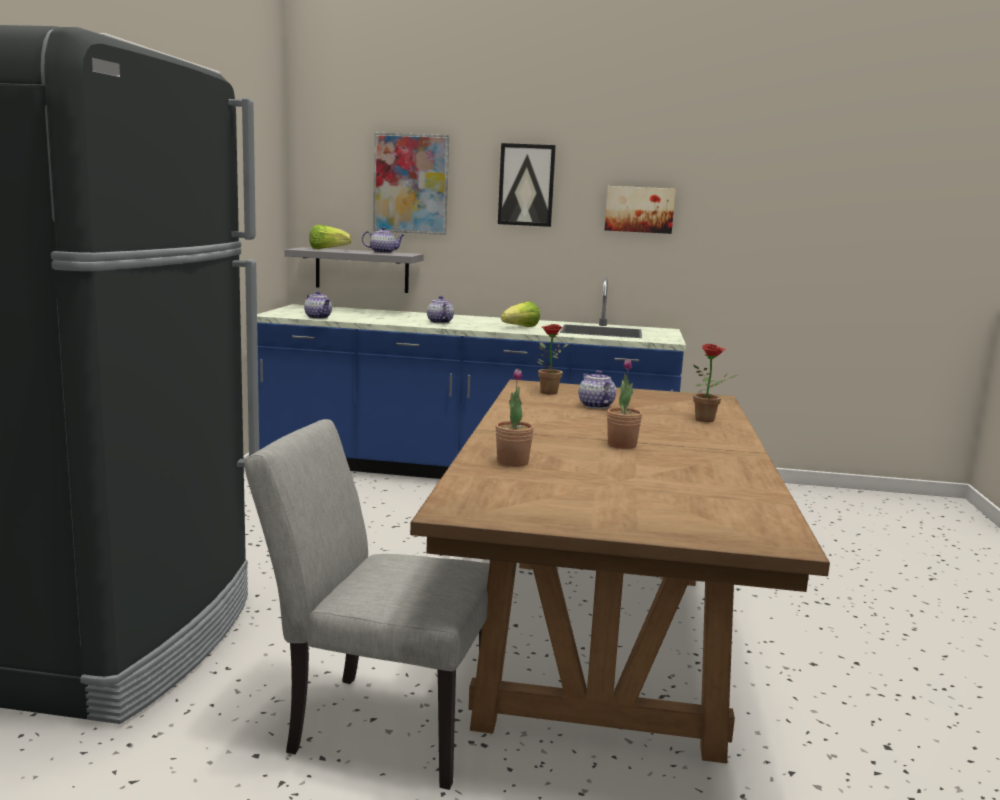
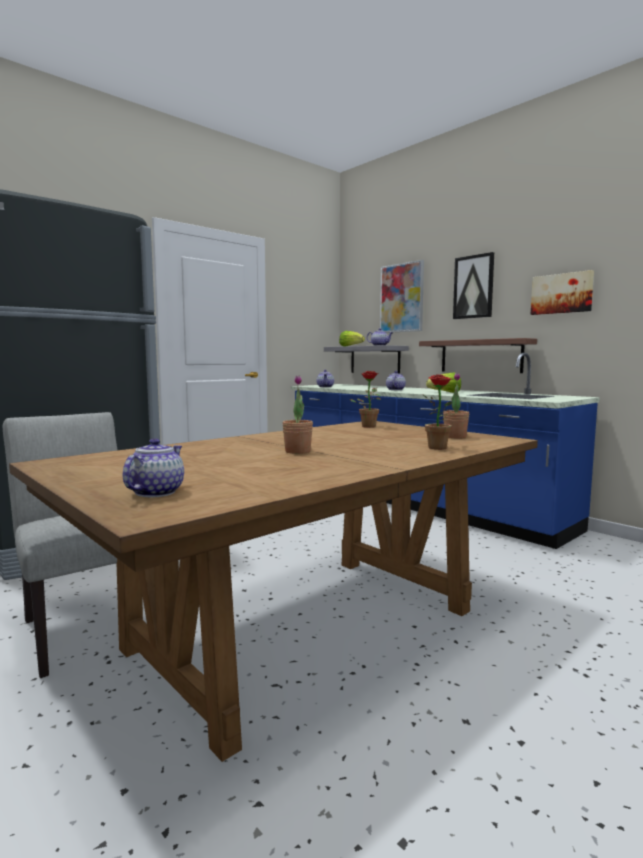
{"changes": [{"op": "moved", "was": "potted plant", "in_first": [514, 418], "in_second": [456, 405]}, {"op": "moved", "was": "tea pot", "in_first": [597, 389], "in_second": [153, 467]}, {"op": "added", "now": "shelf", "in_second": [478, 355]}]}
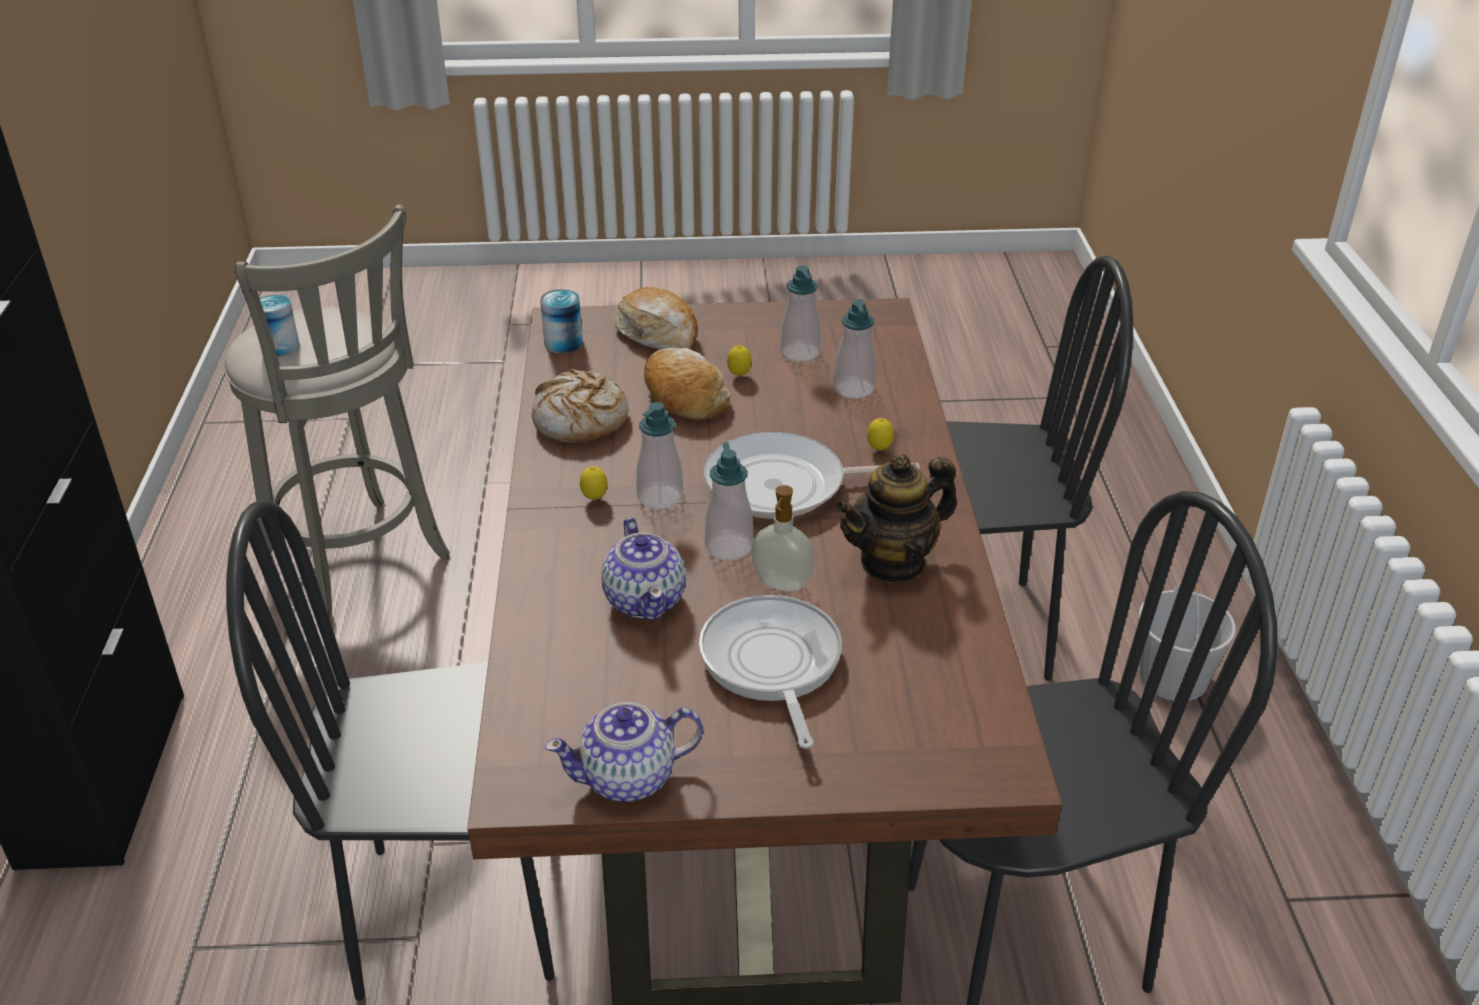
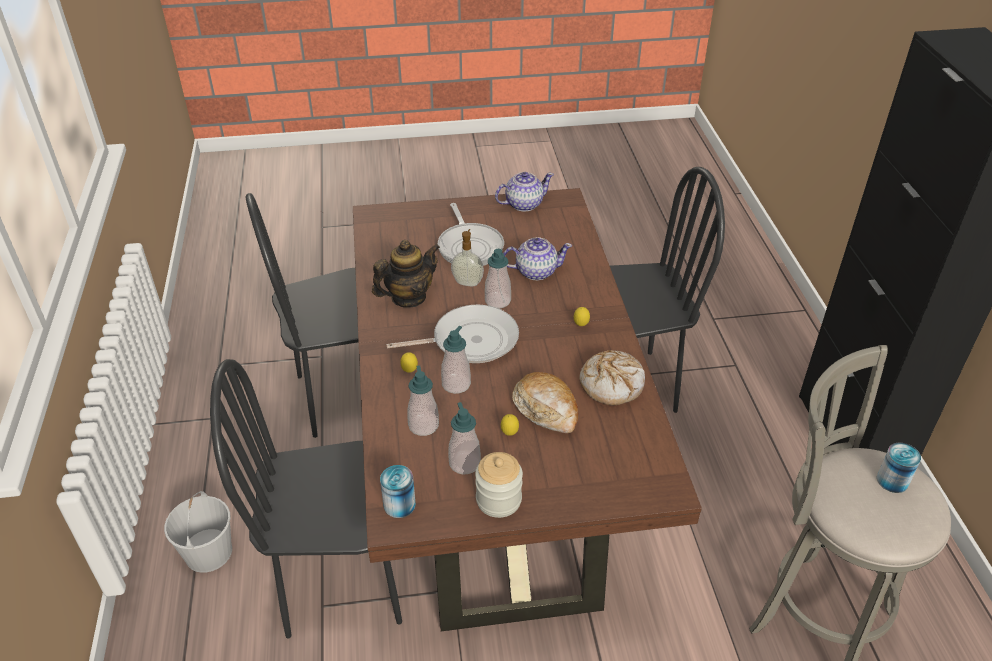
{"changes": [{"op": "moved", "was": "can", "in_first": [561, 321], "in_second": [398, 491]}, {"op": "turned", "was": "tea pot", "in_first": [644, 569], "in_second": [537, 258], "clockwise": 105}, {"op": "removed", "was": "bread", "in_first": [655, 318]}, {"op": "moved", "was": "soap bottle", "in_first": [659, 455], "in_second": [456, 360]}, {"op": "added", "now": "preserve jar", "in_second": [499, 485]}]}
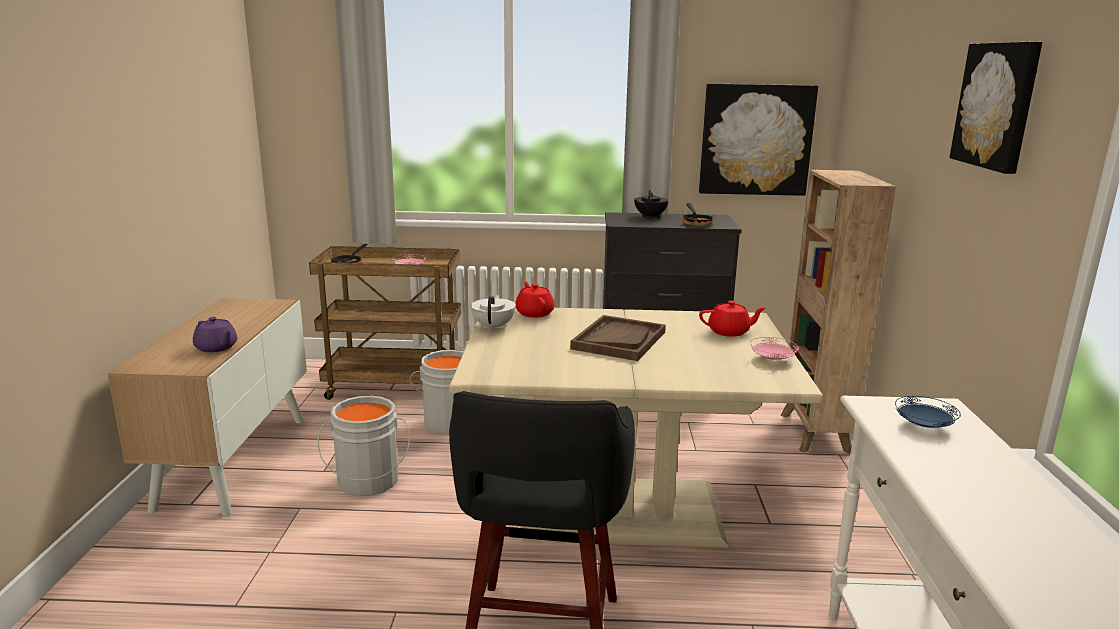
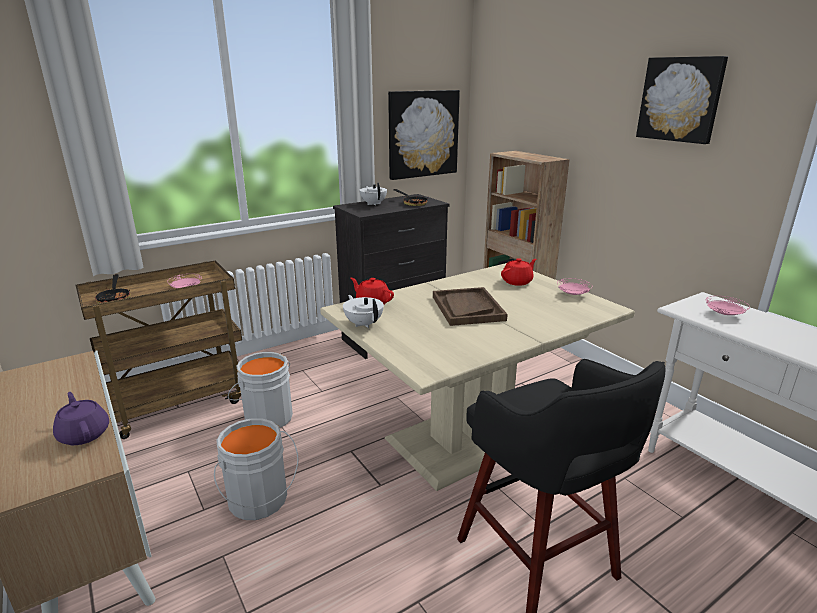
{"changes": [{"op": "turned", "was": "purple tea pot", "in_first": [215, 335], "in_second": [81, 418], "clockwise": -135}, {"op": "recoloured", "was": "black tea pot", "now": "white tea pot", "in_first": [651, 204], "in_second": [373, 194]}, {"op": "recoloured", "was": "blue-coloured dinner plate", "now": "pink-coloured dinner plate", "in_first": [928, 412], "in_second": [728, 305]}]}
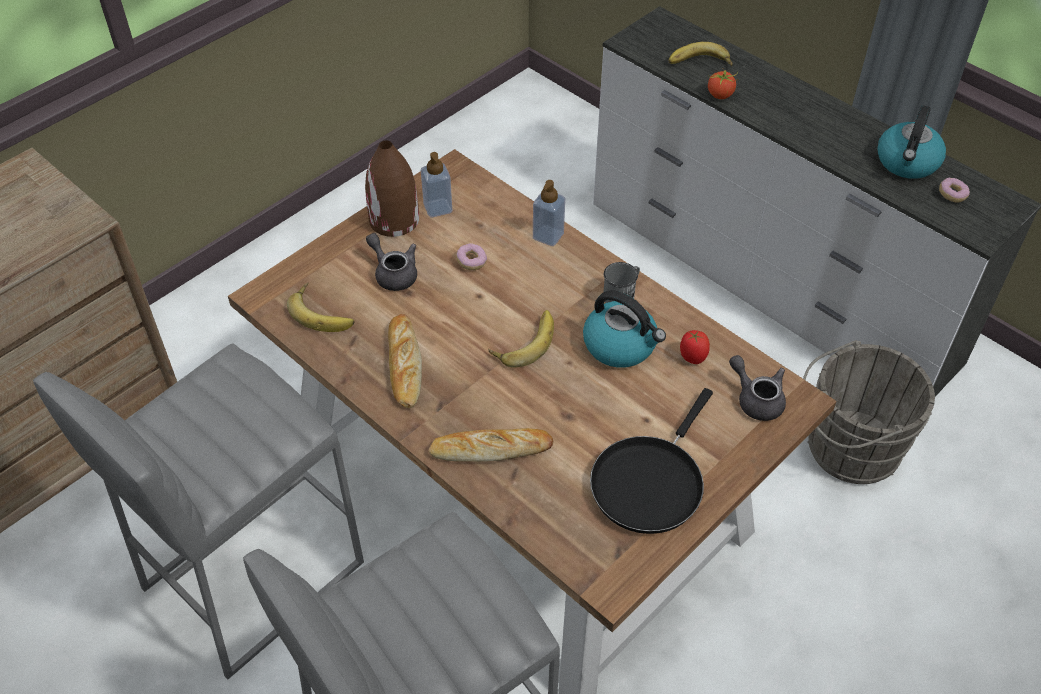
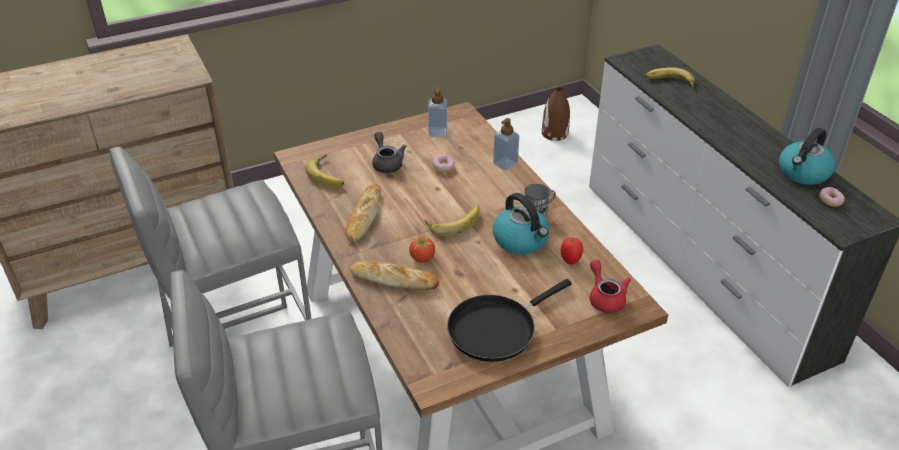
{"changes": [{"op": "moved", "was": "brown vase", "in_first": [392, 189], "in_second": [556, 114]}, {"op": "moved", "was": "tomato", "in_first": [723, 84], "in_second": [422, 249]}, {"op": "recoloured", "was": "gray tea pot", "now": "red tea pot", "in_first": [757, 388], "in_second": [610, 286]}, {"op": "removed", "was": "gray bucket", "in_first": [869, 412]}]}
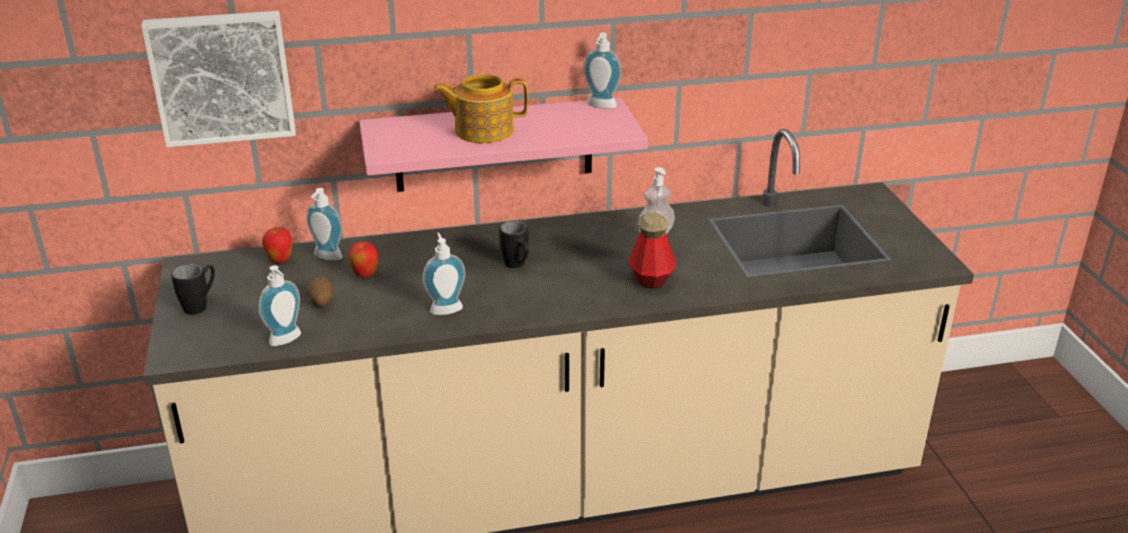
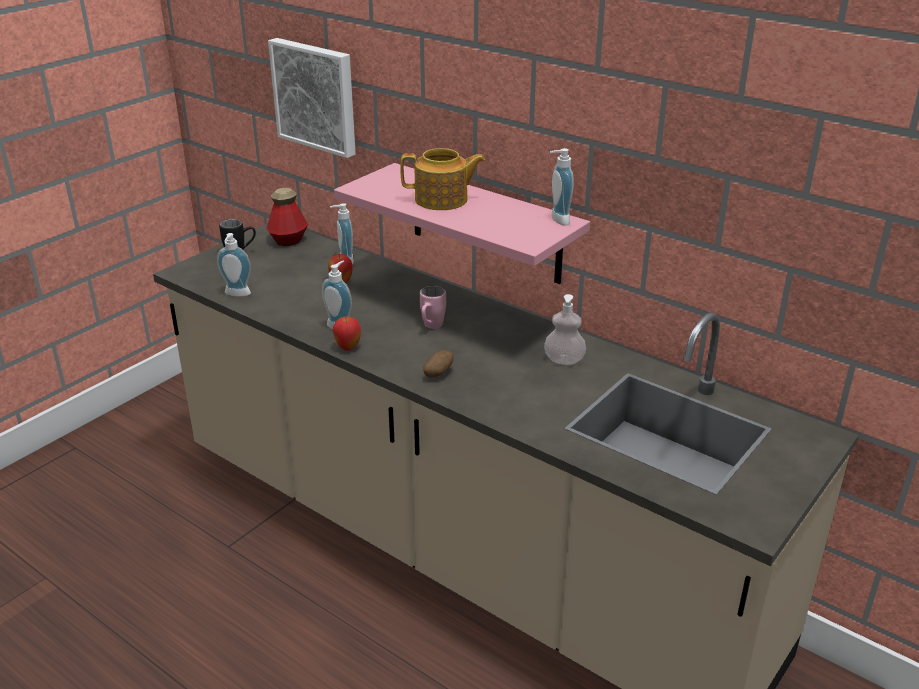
{"changes": [{"op": "moved", "was": "apple", "in_first": [277, 245], "in_second": [347, 334]}, {"op": "moved", "was": "potato", "in_first": [320, 292], "in_second": [438, 364]}, {"op": "turned", "was": "tea pot", "in_first": [480, 108], "in_second": [442, 179], "clockwise": 135}, {"op": "recoloured", "was": "black tea mug", "now": "pink-coloured tea mug", "in_first": [514, 244], "in_second": [433, 307]}, {"op": "moved", "was": "bottle", "in_first": [652, 250], "in_second": [287, 217]}]}
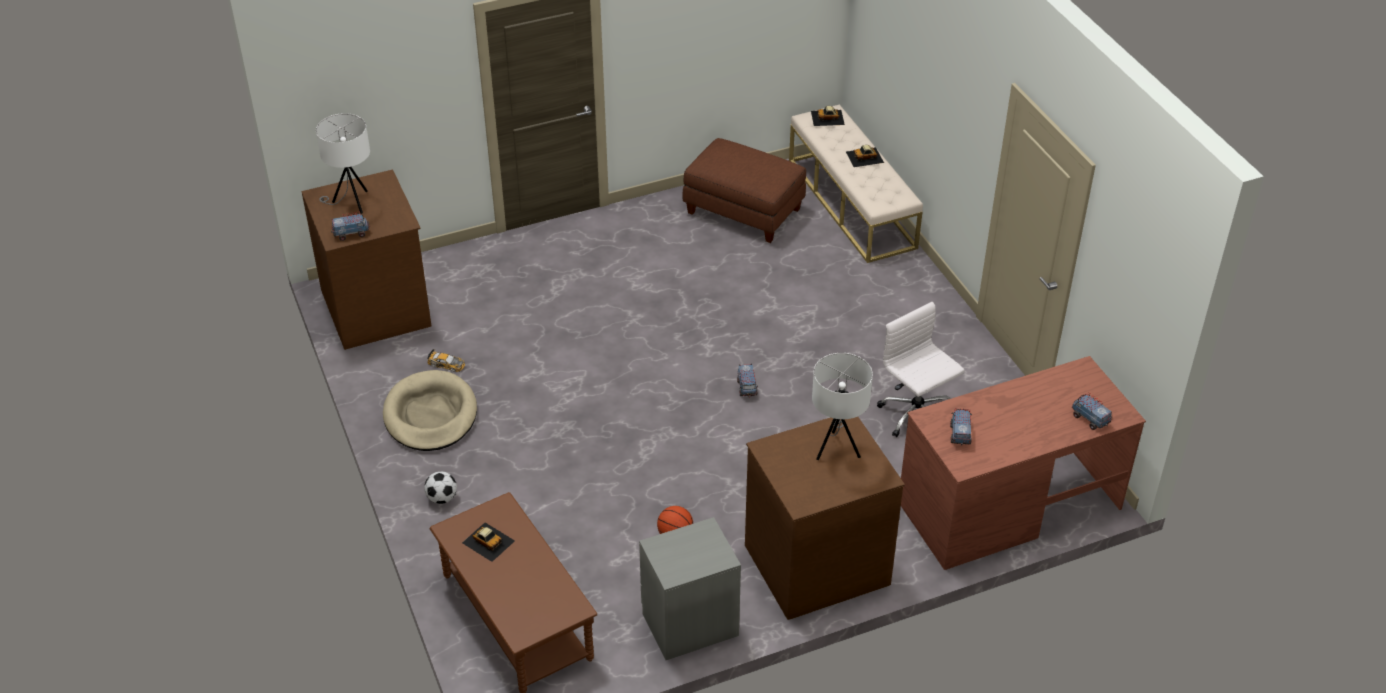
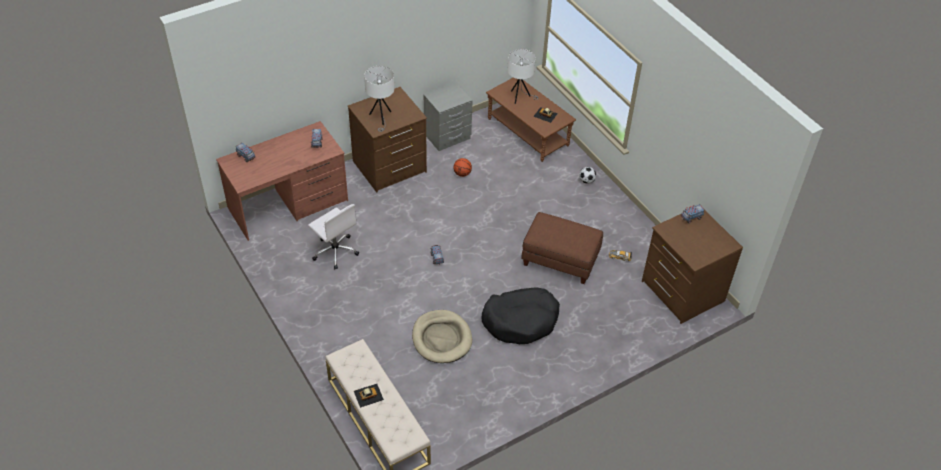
{"changes": [{"op": "moved", "was": "white table lamp", "in_first": [343, 163], "in_second": [522, 76]}, {"op": "moved", "was": "beige pet bed", "in_first": [430, 410], "in_second": [442, 336]}, {"op": "moved", "was": "brown ottoman", "in_first": [744, 190], "in_second": [562, 248]}, {"op": "removed", "was": "miniature car", "in_first": [828, 116]}, {"op": "added", "now": "black pet bed", "in_second": [520, 315]}]}
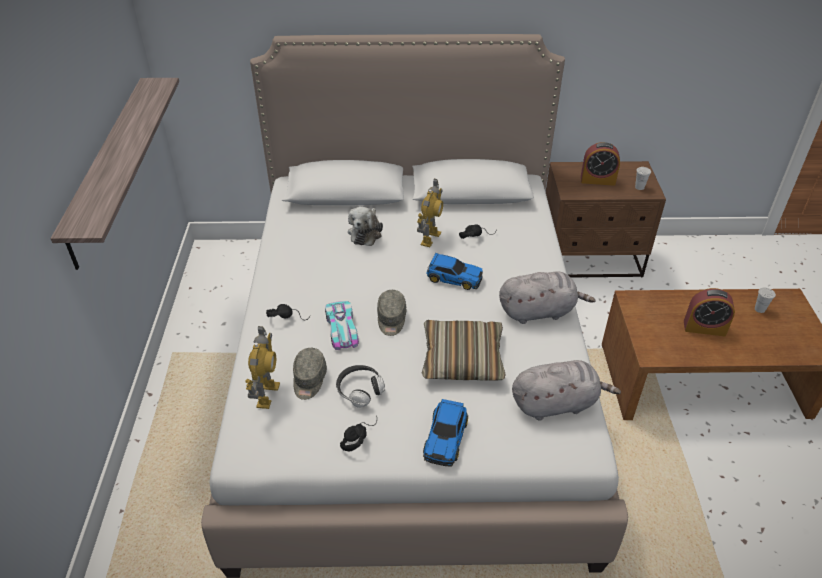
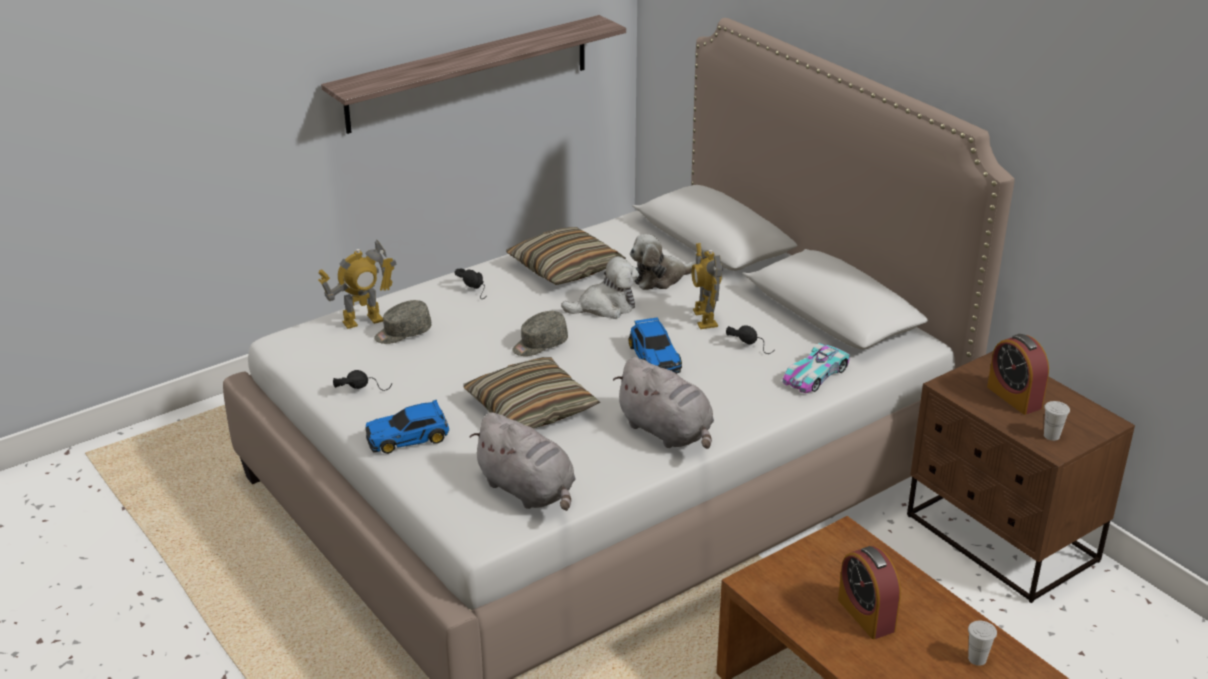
{"changes": [{"op": "moved", "was": "miniature car", "in_first": [342, 325], "in_second": [816, 368]}, {"op": "removed", "was": "pair of headphones", "in_first": [360, 386]}, {"op": "turned", "was": "model robot", "in_first": [430, 213], "in_second": [707, 286], "clockwise": 90}, {"op": "added", "now": "pillow", "in_second": [566, 256]}, {"op": "added", "now": "cuddly toy", "in_second": [600, 287]}]}
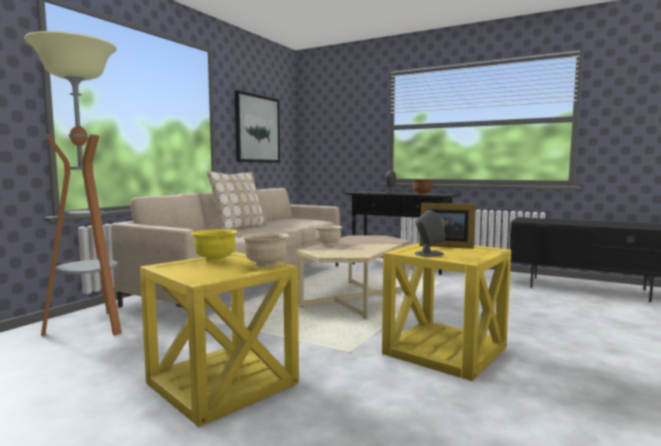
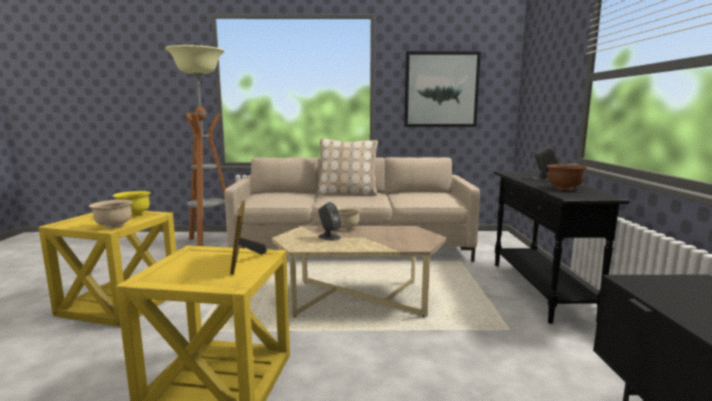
{"changes": [{"op": "moved", "was": "gray speaker", "in_first": [430, 233], "in_second": [330, 221]}]}
